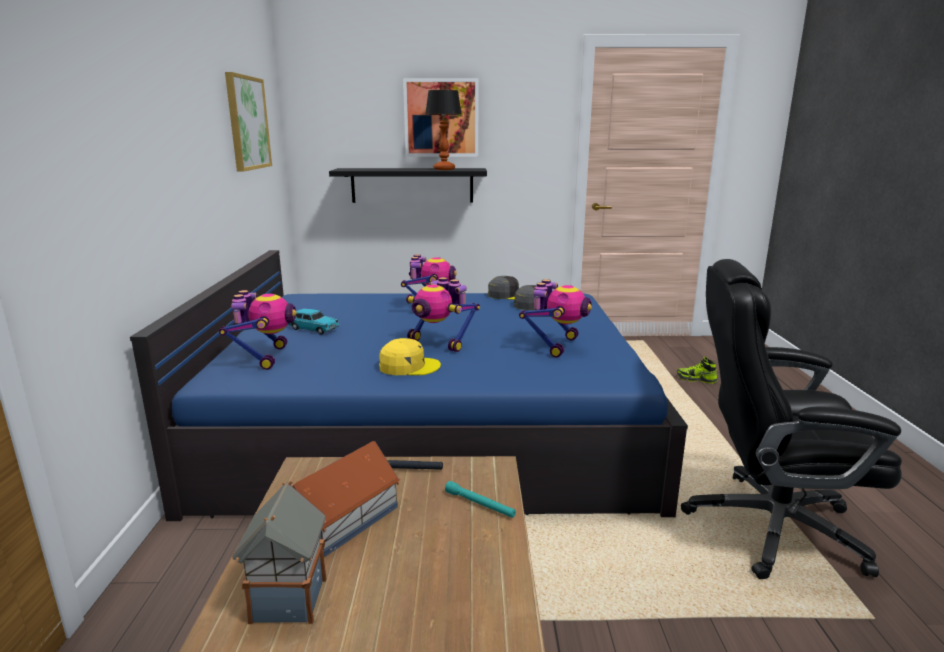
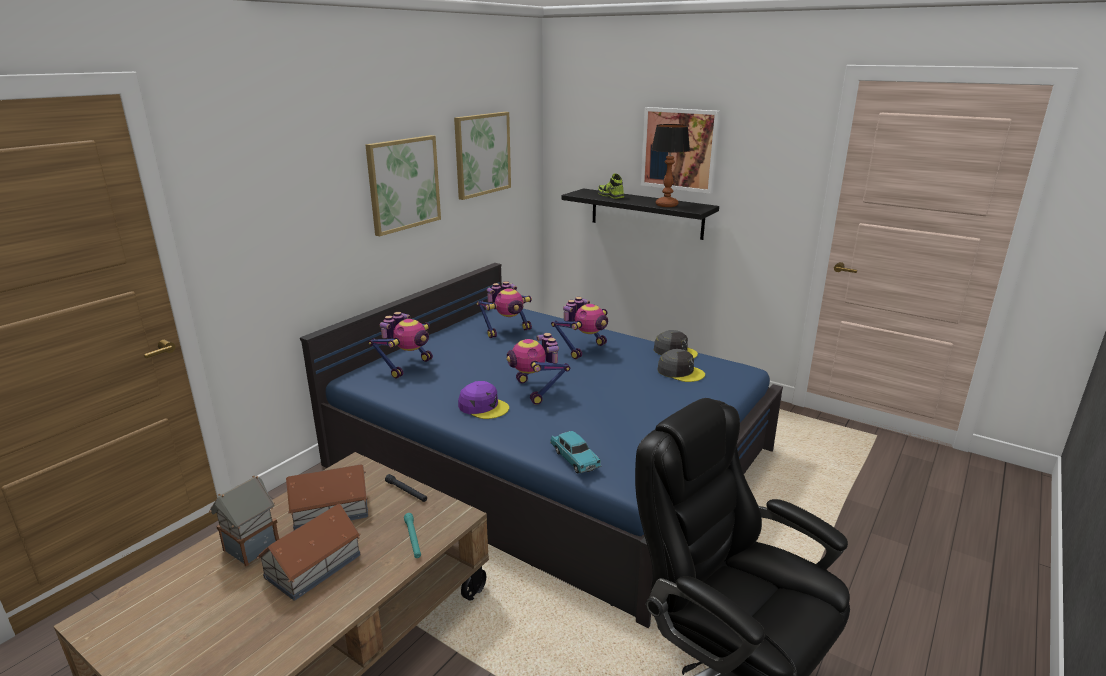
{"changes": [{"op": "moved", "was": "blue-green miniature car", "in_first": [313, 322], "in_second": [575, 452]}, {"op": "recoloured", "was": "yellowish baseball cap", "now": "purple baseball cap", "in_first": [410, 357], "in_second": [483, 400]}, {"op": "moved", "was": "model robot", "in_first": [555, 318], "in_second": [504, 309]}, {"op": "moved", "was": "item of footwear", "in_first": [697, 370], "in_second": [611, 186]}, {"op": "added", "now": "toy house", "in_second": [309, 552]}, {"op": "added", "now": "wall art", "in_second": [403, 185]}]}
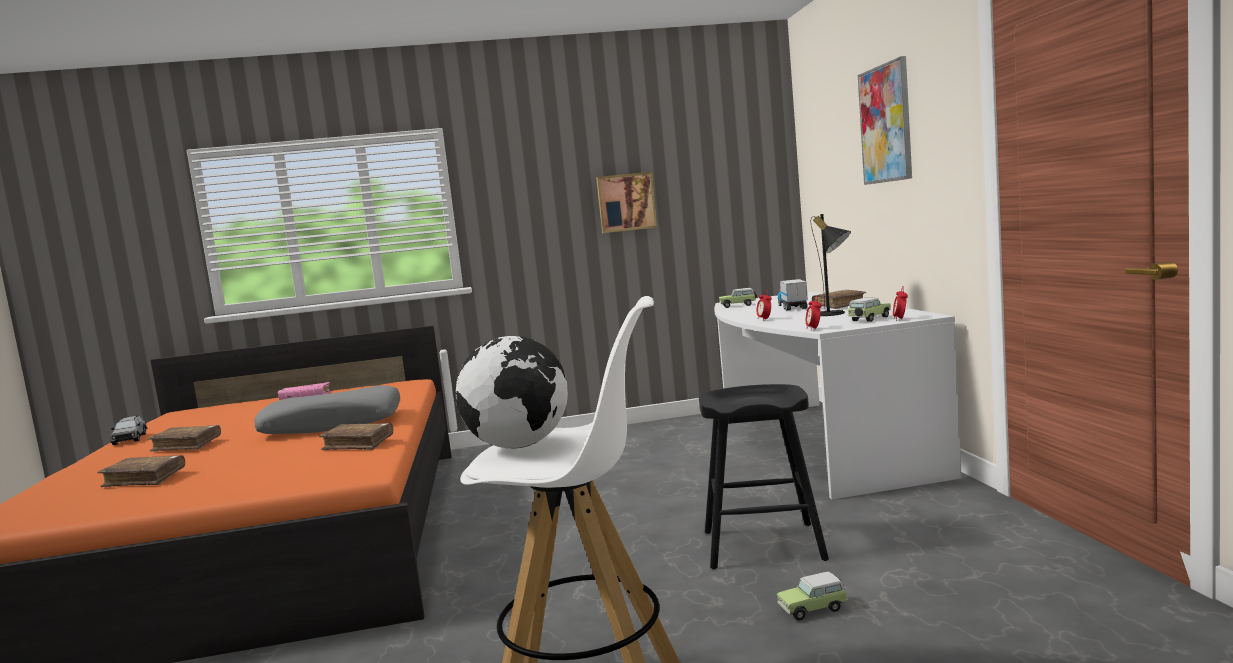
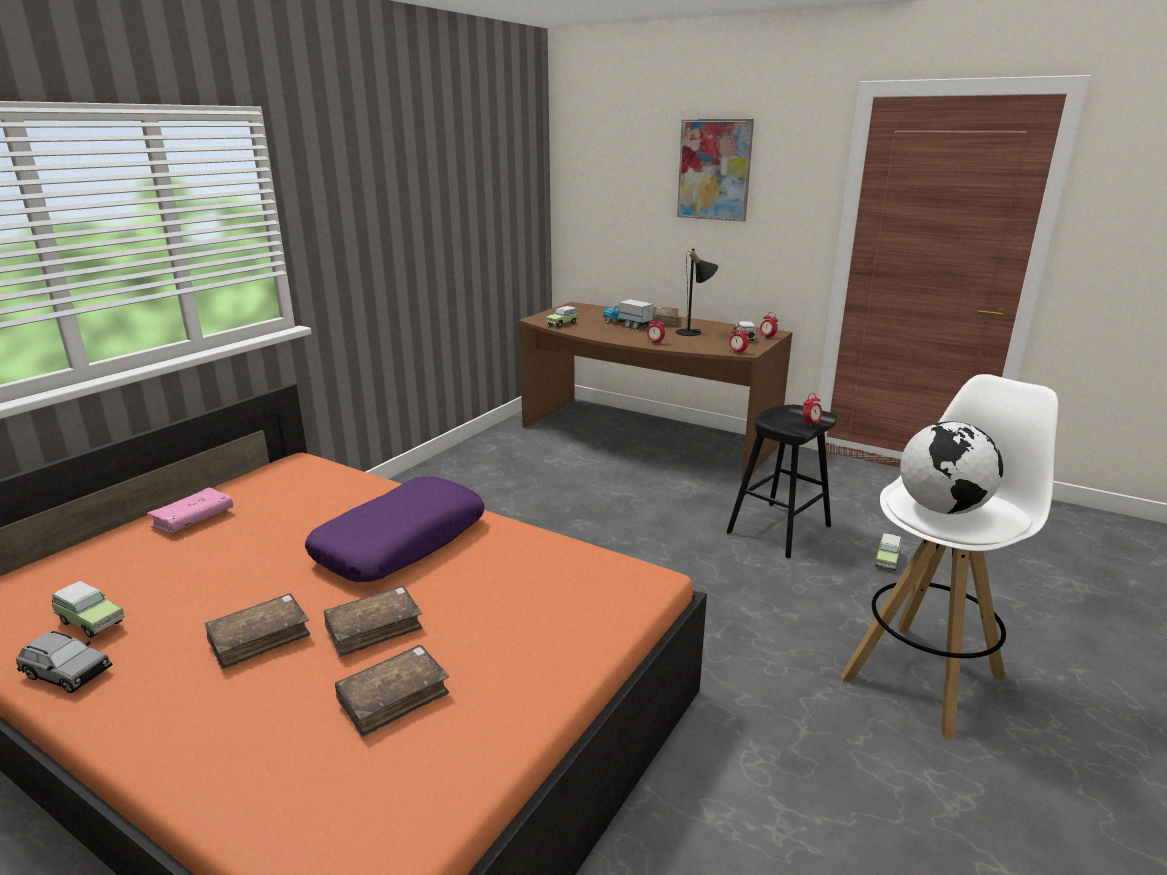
{"changes": [{"op": "recoloured", "was": "gray pillow", "now": "purple pillow", "in_first": [327, 409], "in_second": [395, 529]}, {"op": "moved", "was": "brown volume", "in_first": [356, 436], "in_second": [372, 621]}, {"op": "removed", "was": "wall art", "in_first": [626, 202]}, {"op": "recoloured", "was": "white desk table", "now": "brown desk table", "in_first": [838, 395], "in_second": [655, 391]}, {"op": "added", "now": "miniature car", "in_second": [88, 609]}, {"op": "added", "now": "table clock", "in_second": [812, 410]}]}
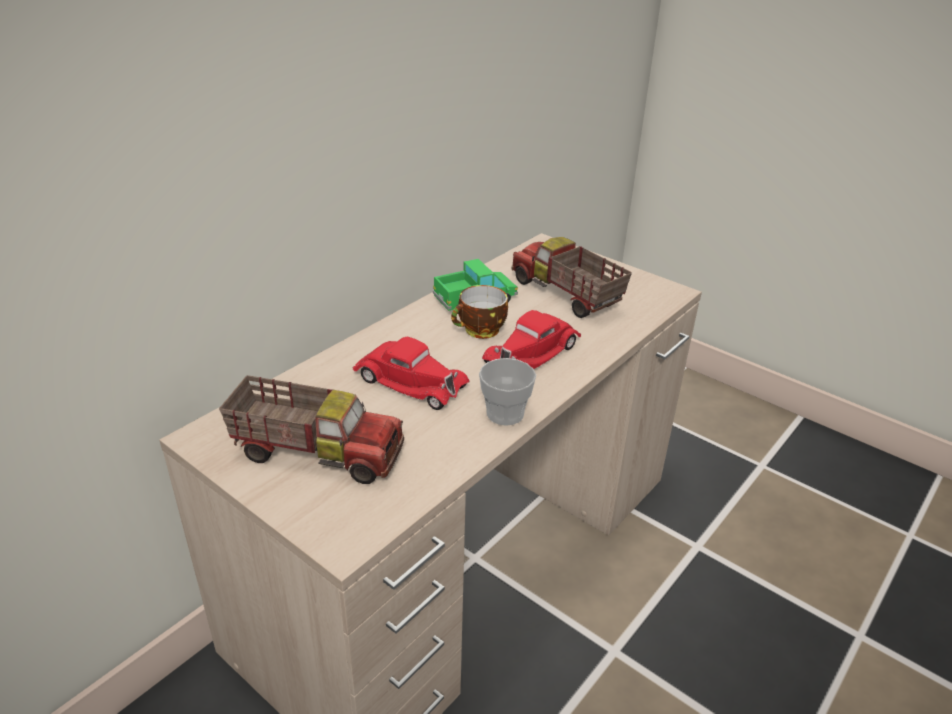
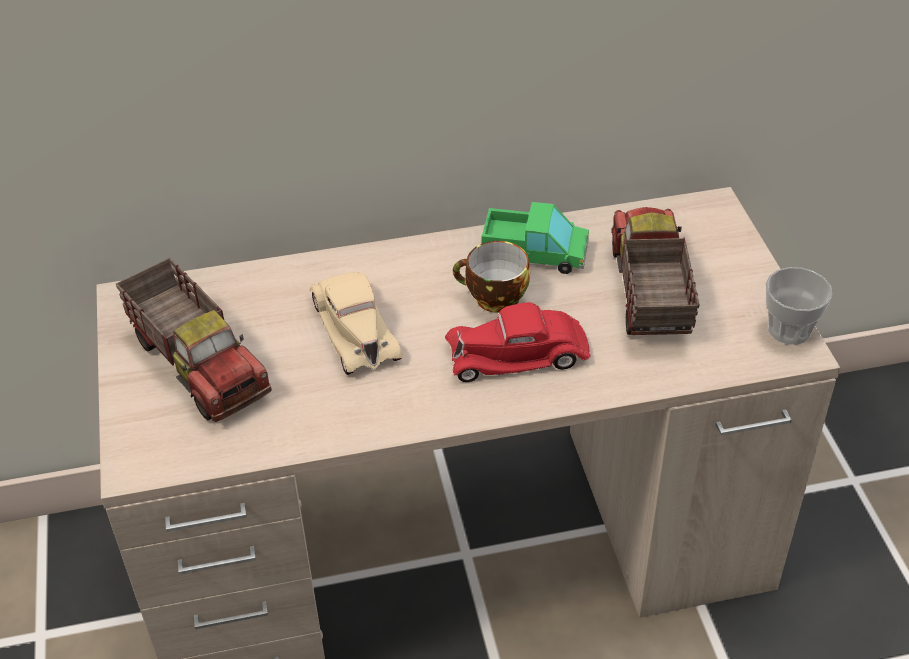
{"changes": [{"op": "recoloured", "was": "red miniature car", "now": "beige miniature car", "in_first": [411, 373], "in_second": [356, 323]}, {"op": "moved", "was": "drinking cup", "in_first": [507, 392], "in_second": [799, 306]}]}
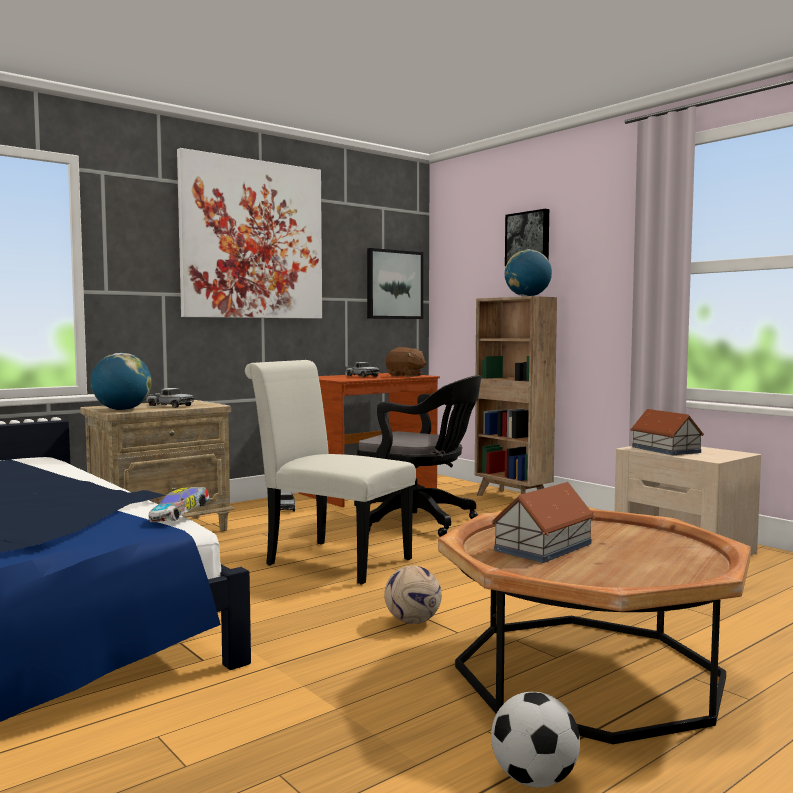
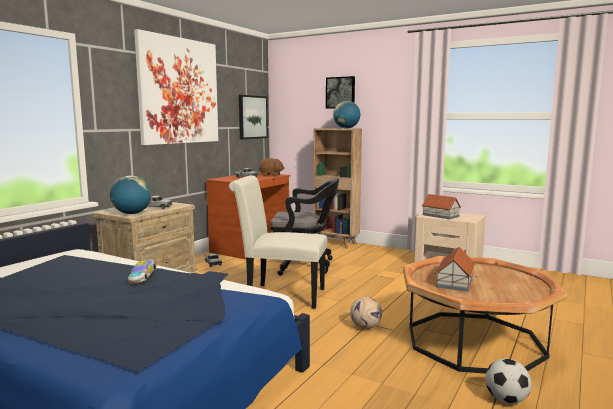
{"changes": [{"op": "moved", "was": "miniature car", "in_first": [178, 504], "in_second": [142, 271]}]}
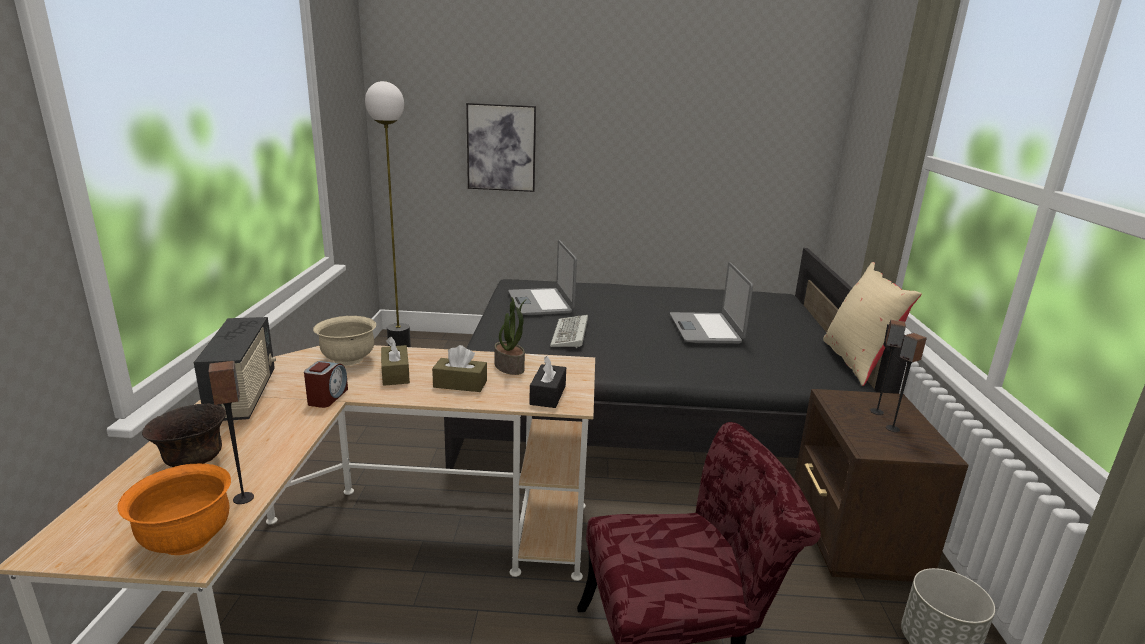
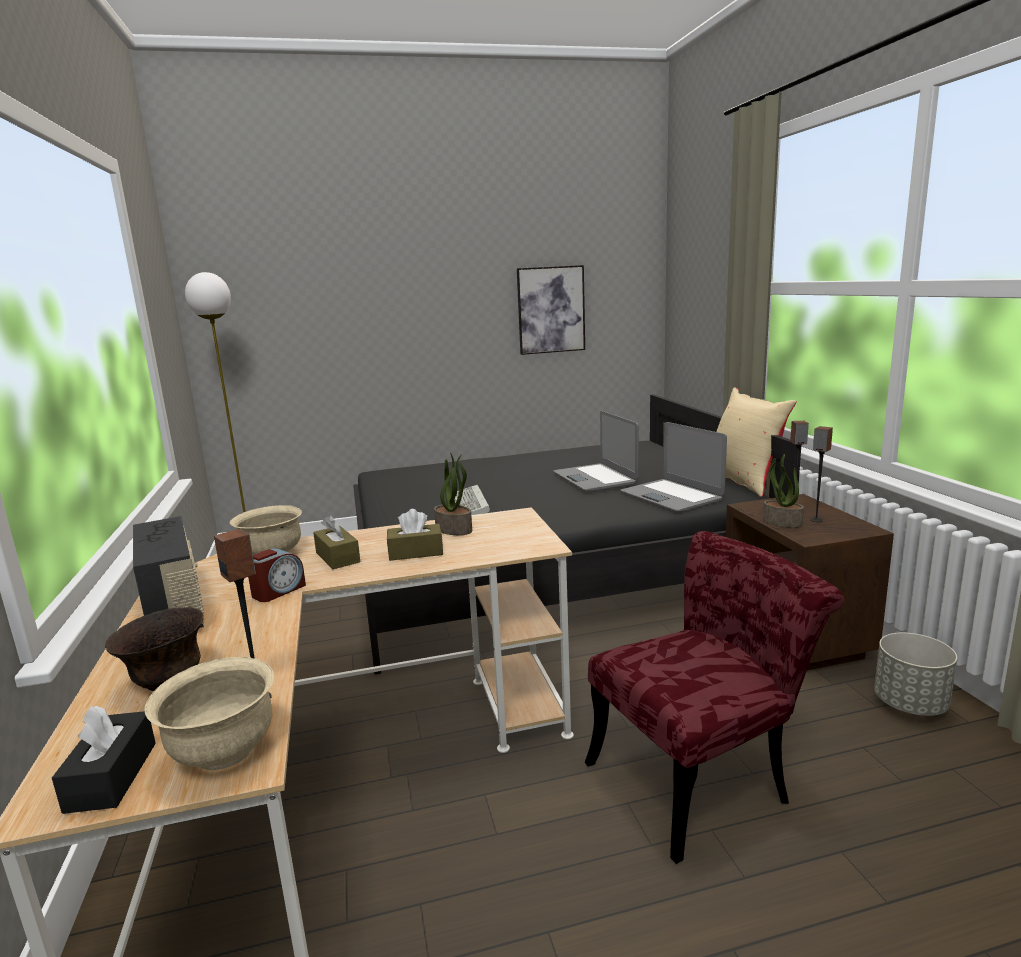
{"changes": [{"op": "recoloured", "was": "orange bowl", "now": "beige bowl", "in_first": [174, 509], "in_second": [209, 713]}, {"op": "turned", "was": "table clock", "in_first": [326, 384], "in_second": [277, 575], "clockwise": 45}, {"op": "moved", "was": "wall art", "in_first": [501, 147], "in_second": [551, 310]}, {"op": "moved", "was": "notebook computer", "in_first": [542, 277], "in_second": [673, 467]}, {"op": "moved", "was": "black tissue holder", "in_first": [547, 382], "in_second": [104, 760]}, {"op": "added", "now": "potted plant", "in_second": [783, 491]}]}
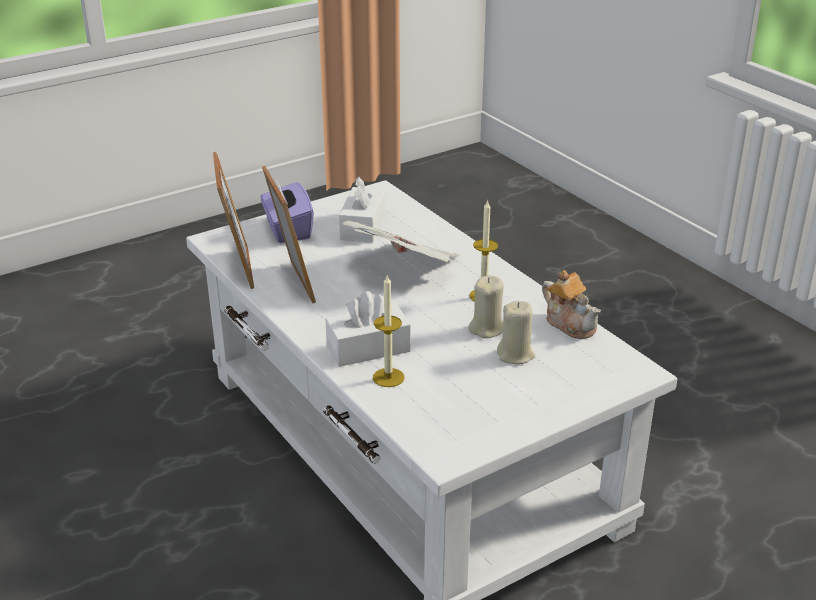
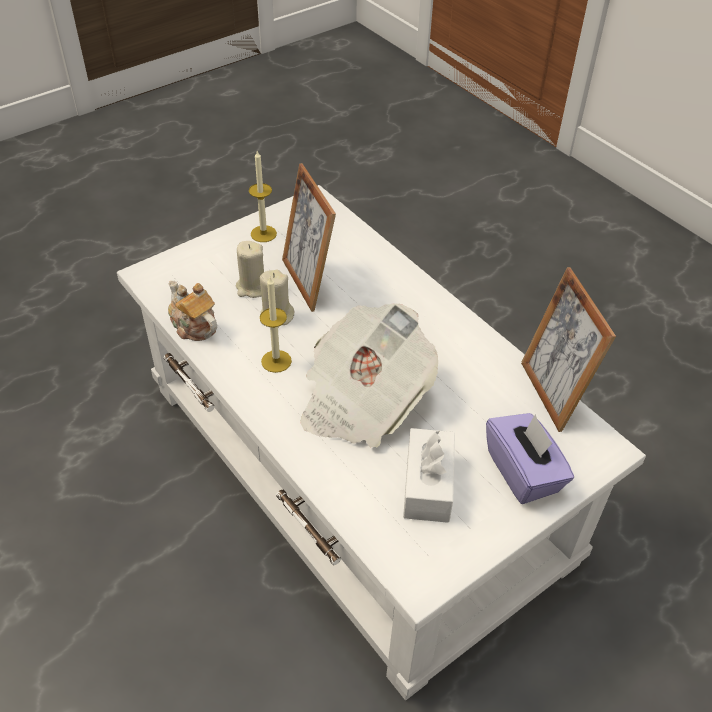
{"changes": [{"op": "moved", "was": "picture frame", "in_first": [289, 234], "in_second": [309, 237]}, {"op": "removed", "was": "white tissue holder", "in_first": [368, 329]}, {"op": "moved", "was": "wax candle", "in_first": [389, 331], "in_second": [263, 196]}]}
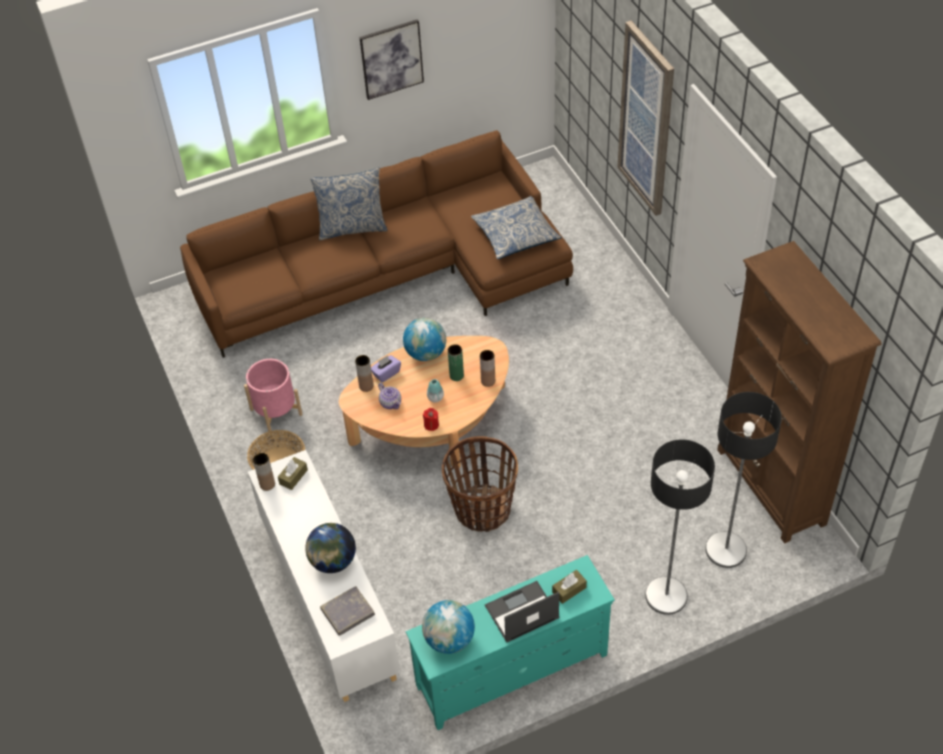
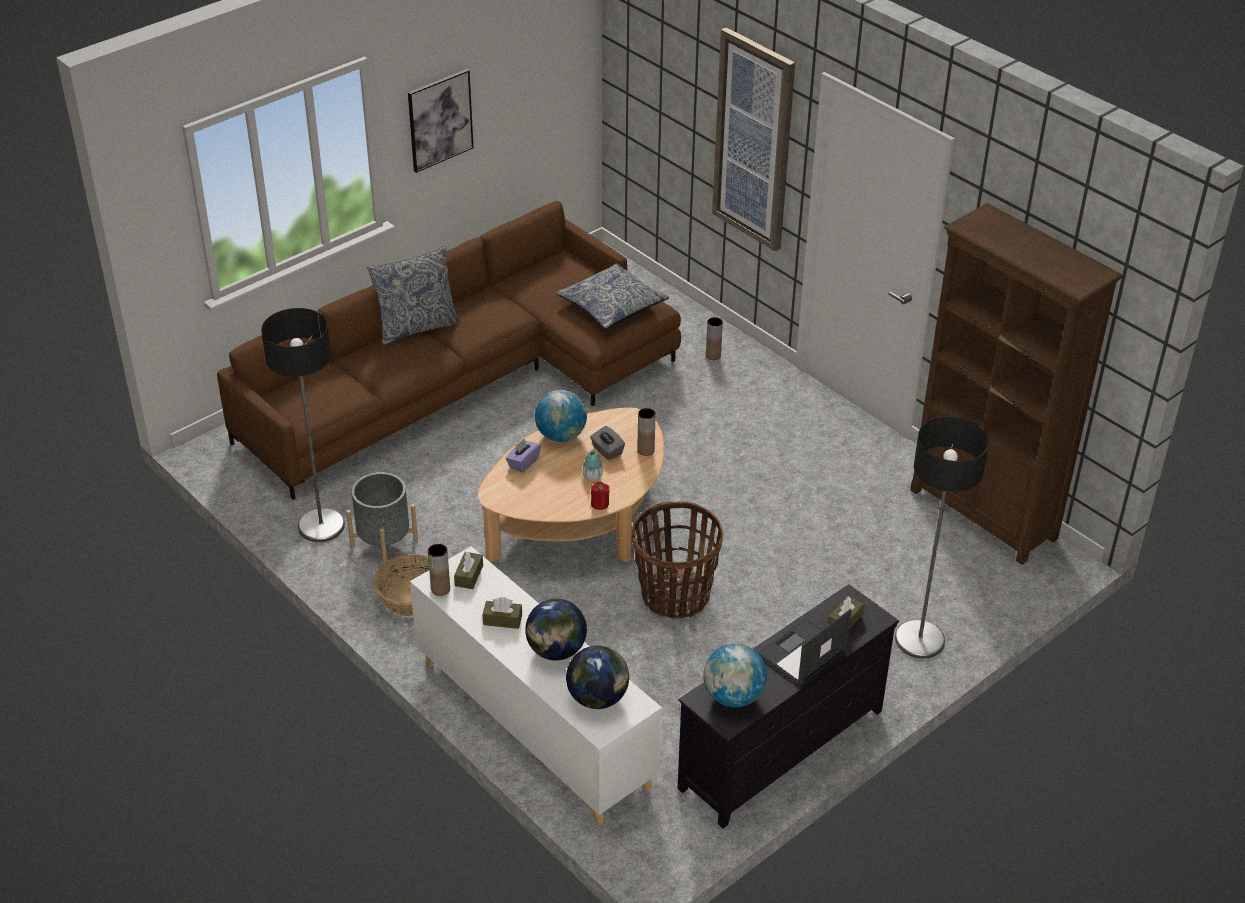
{"changes": [{"op": "recoloured", "was": "pink-coloured planter", "now": "gray planter", "in_first": [273, 395], "in_second": [382, 518]}, {"op": "replaced", "was": "gray volume", "now": "world globe", "in_first": [347, 611], "in_second": [597, 677]}, {"op": "moved", "was": "brown vase", "in_first": [364, 373], "in_second": [714, 338]}, {"op": "removed", "was": "tea pot", "in_first": [389, 396]}, {"op": "recoloured", "was": "blue-green tv stand", "now": "black tv stand", "in_first": [510, 642], "in_second": [788, 706]}, {"op": "replaced", "was": "green vase", "now": "gray tissue holder", "in_first": [456, 362], "in_second": [607, 443]}, {"op": "moved", "was": "standard lamp", "in_first": [743, 480], "in_second": [303, 425]}, {"op": "added", "now": "brown tissue holder", "in_second": [502, 613]}]}
